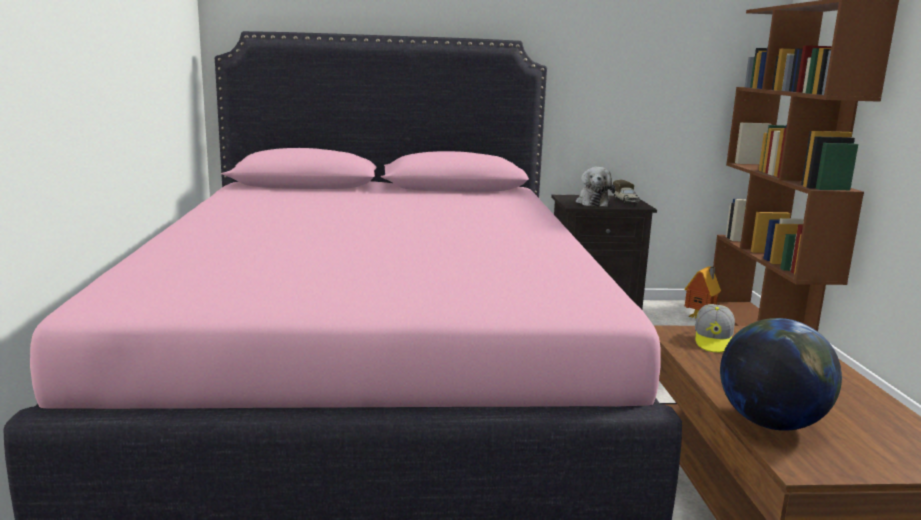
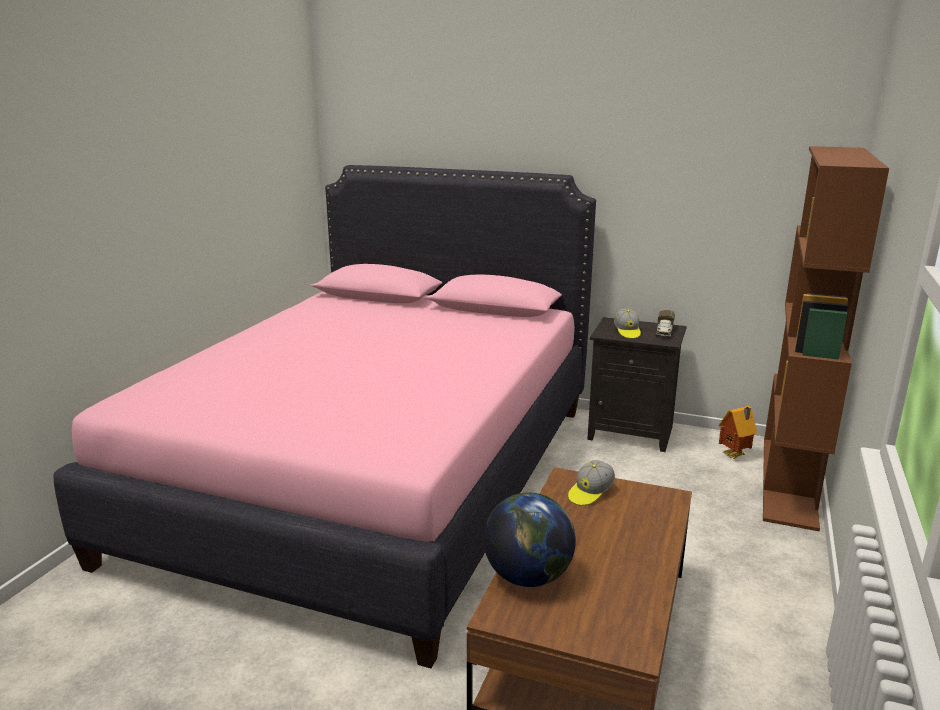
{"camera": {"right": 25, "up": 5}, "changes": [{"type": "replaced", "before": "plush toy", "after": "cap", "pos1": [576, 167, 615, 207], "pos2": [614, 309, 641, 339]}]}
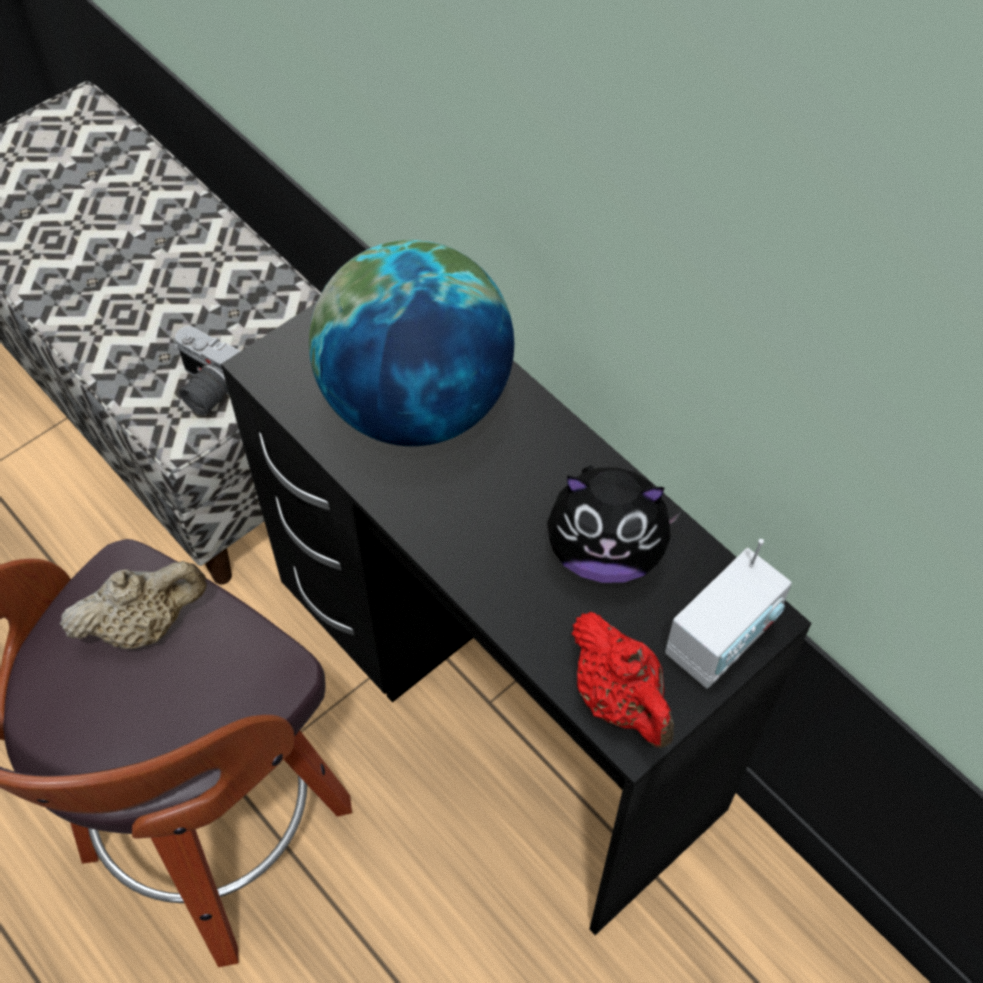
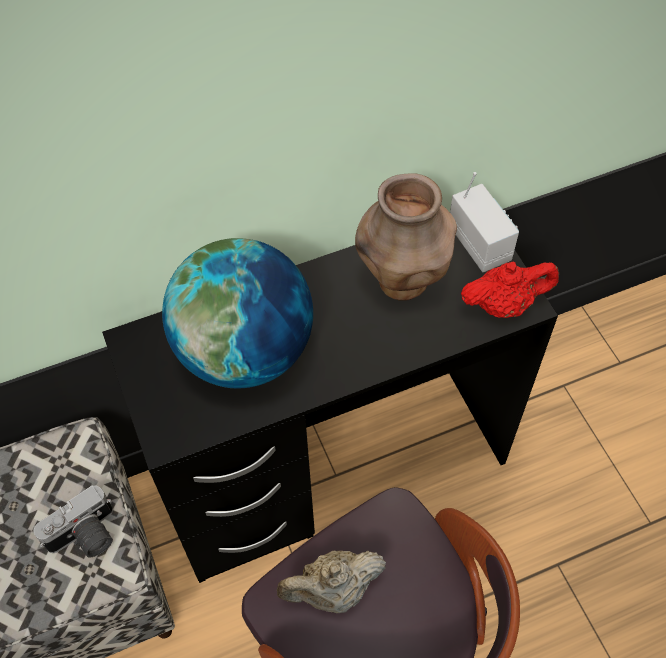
{"camera": {"right": -70, "up": 0}, "changes": [{"type": "turned", "before": "beige teapot", "pos1": [60, 561, 207, 649], "pos2": [277, 551, 386, 613], "turn": -105}, {"type": "replaced", "before": "plush toy", "after": "brown vase", "pos1": [547, 465, 682, 583], "pos2": [355, 173, 457, 301]}]}
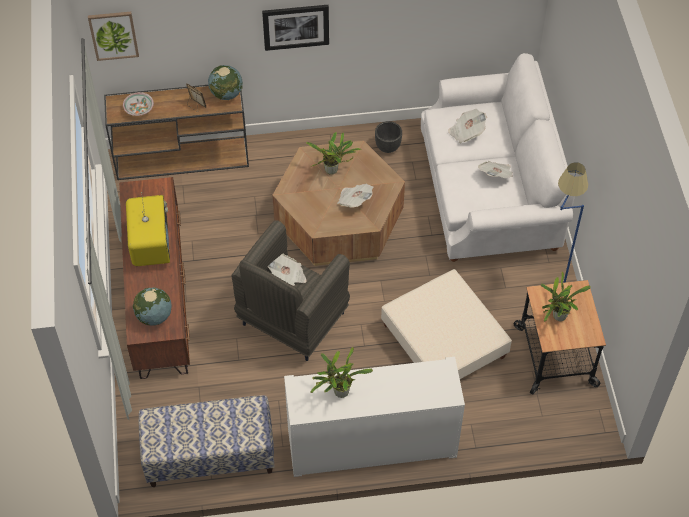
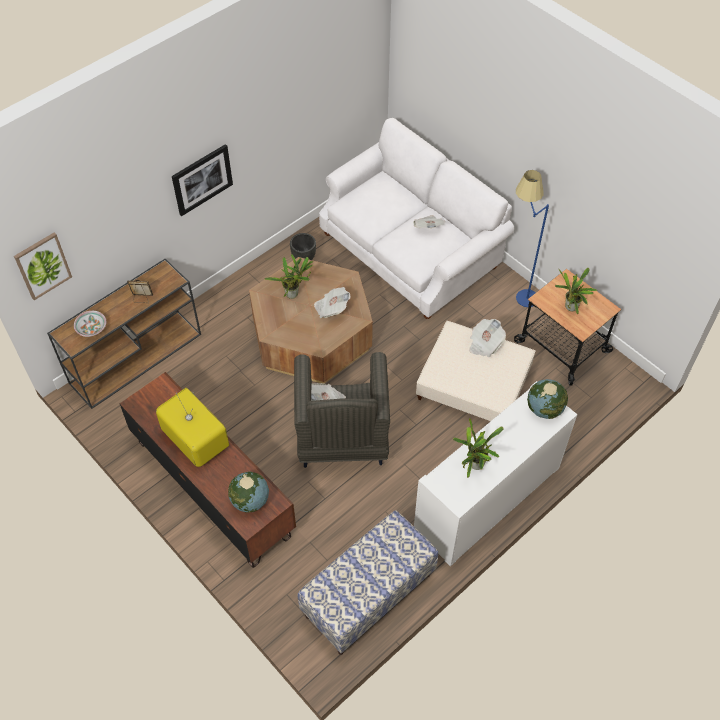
{"camera": {"right": -35, "up": 0}, "changes": [{"type": "moved", "before": "globe", "pos1": [208, 65, 243, 100], "pos2": [527, 379, 568, 419]}, {"type": "moved", "before": "newspaper", "pos1": [448, 109, 487, 143], "pos2": [469, 319, 506, 357]}]}
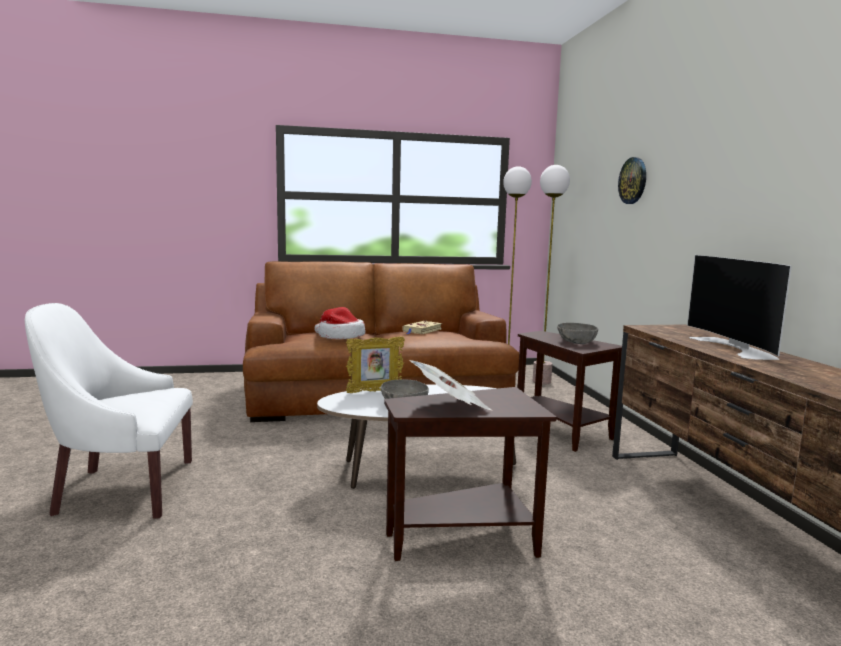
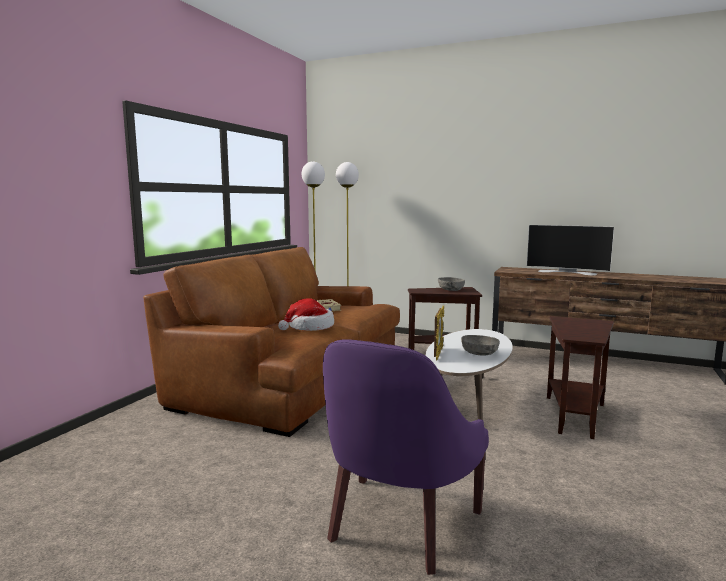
{"camera": {"right": -55, "up": 0}, "changes": [{"type": "recoloured", "before": "white armchair", "after": "purple armchair", "pos1": [25, 303, 193, 519], "pos2": [323, 339, 489, 575]}, {"type": "removed", "before": "newspaper", "pos1": [409, 360, 493, 411]}, {"type": "removed", "before": "wall clock", "pos1": [618, 157, 646, 204]}]}
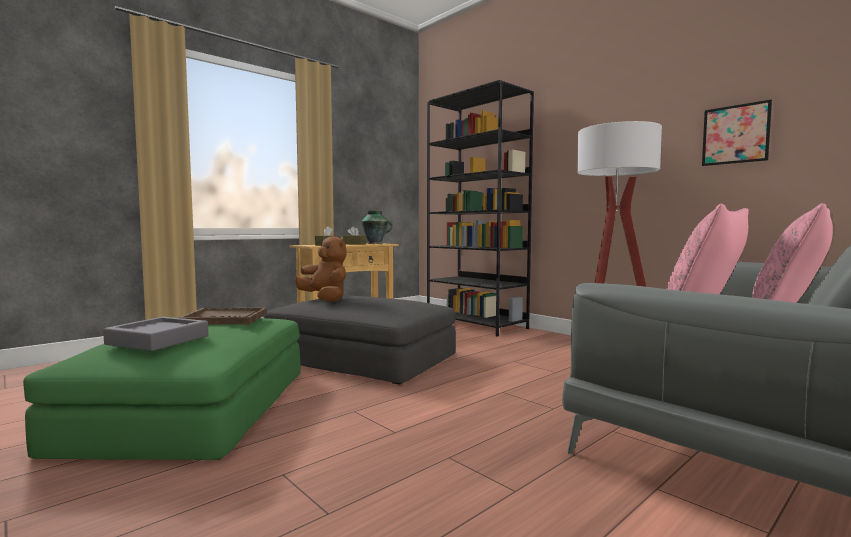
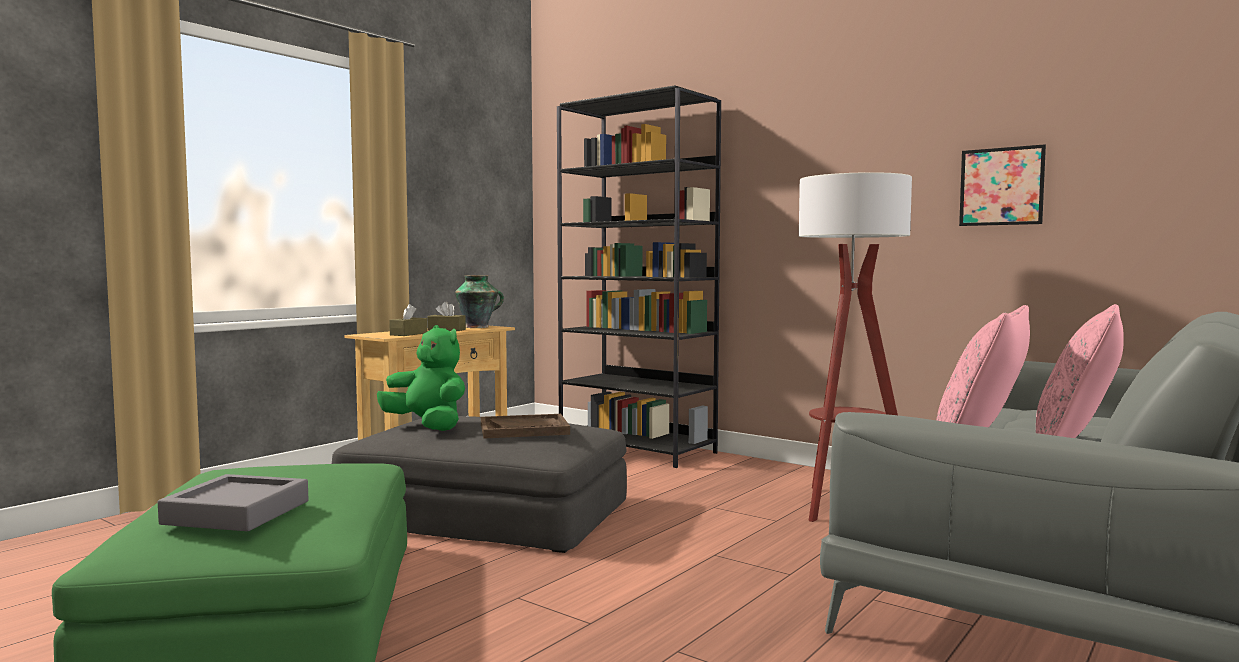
{"camera": {"right": -10, "up": 0}, "changes": [{"type": "moved", "before": "brown tray", "pos1": [178, 308, 267, 325], "pos2": [481, 414, 570, 439]}, {"type": "recoloured", "before": "brown plush toy", "after": "green plush toy", "pos1": [295, 235, 347, 302], "pos2": [377, 325, 465, 431]}]}
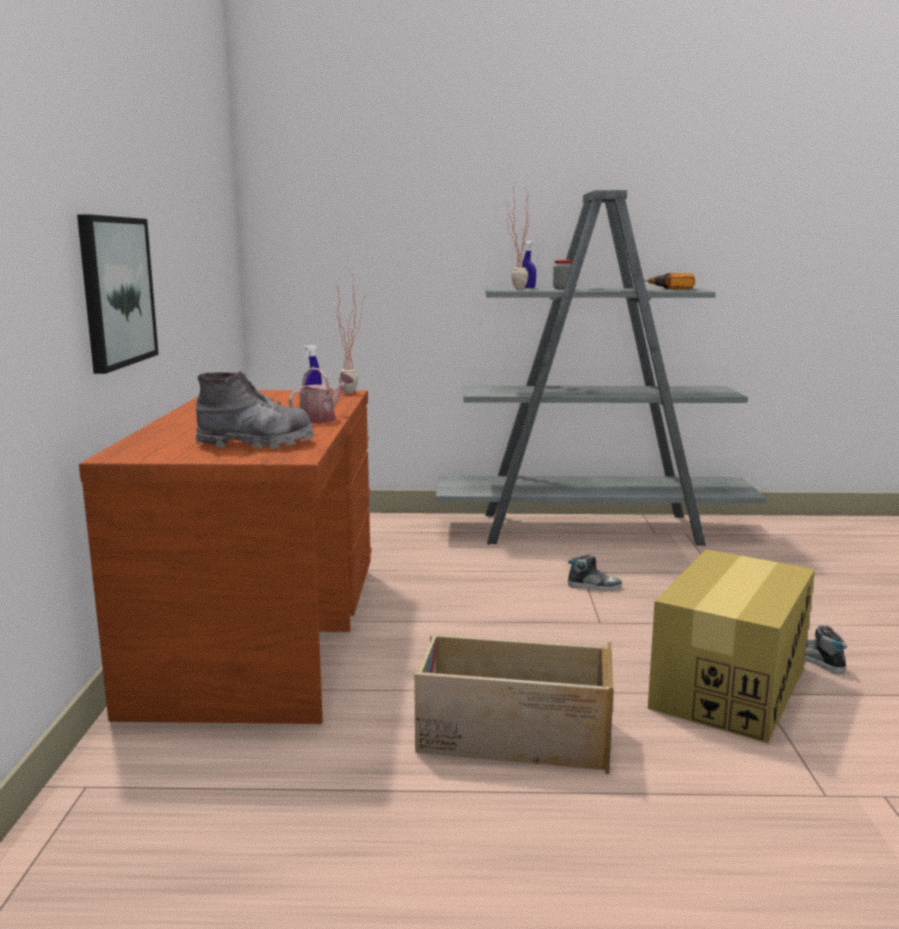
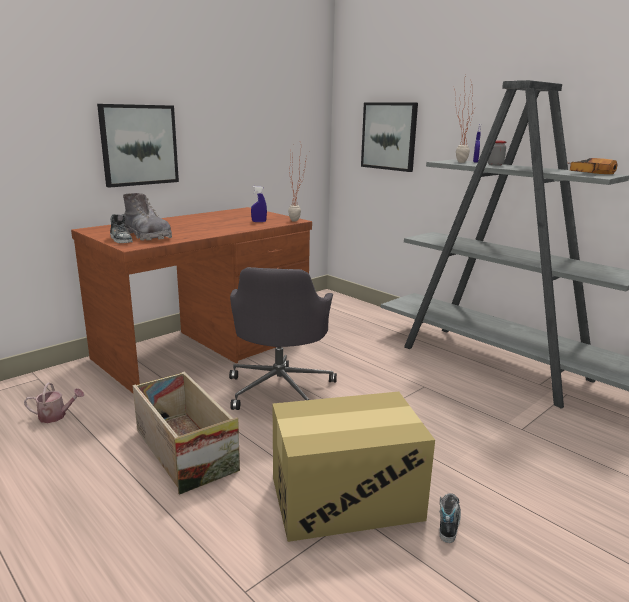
{"camera": {"right": 45, "up": 5}, "changes": [{"type": "moved", "before": "watering can", "pos1": [289, 367, 354, 423], "pos2": [24, 382, 84, 423]}, {"type": "moved", "before": "shoe", "pos1": [568, 555, 622, 591], "pos2": [110, 214, 133, 243]}, {"type": "added", "after": "grey office chair", "pos2": [229, 267, 337, 410]}, {"type": "added", "after": "picture", "pos2": [361, 102, 418, 172]}]}
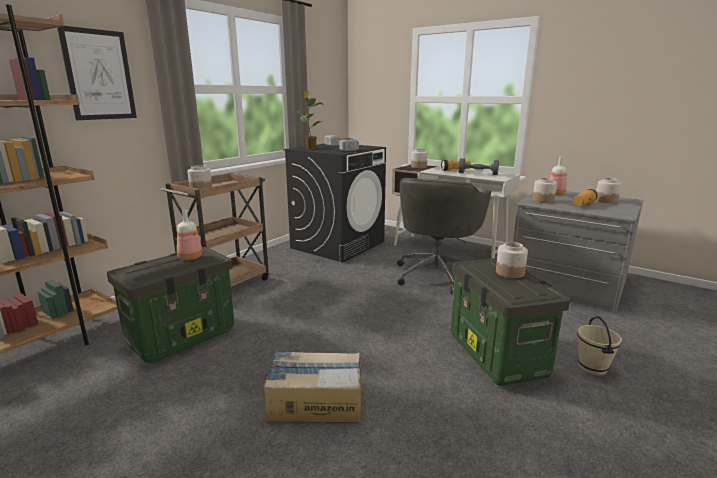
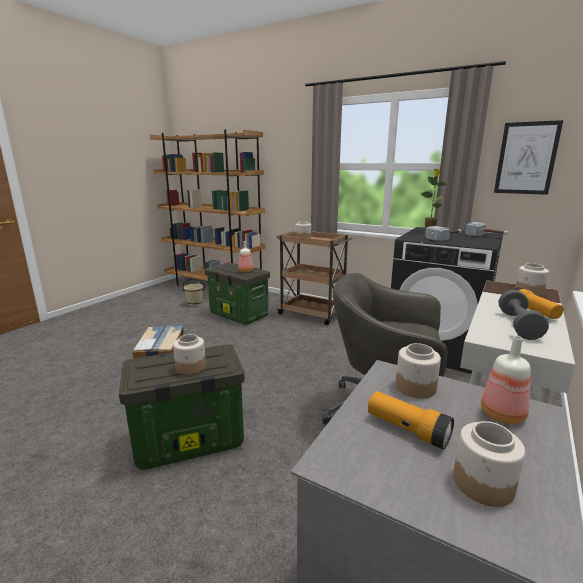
{"camera": {"right": 85, "up": 0}, "changes": [{"type": "moved", "before": "picture", "pos1": [57, 26, 137, 120], "pos2": [494, 120, 563, 195]}, {"type": "moved", "before": "beige bucket", "pos1": [578, 316, 622, 375], "pos2": [183, 279, 205, 306]}]}
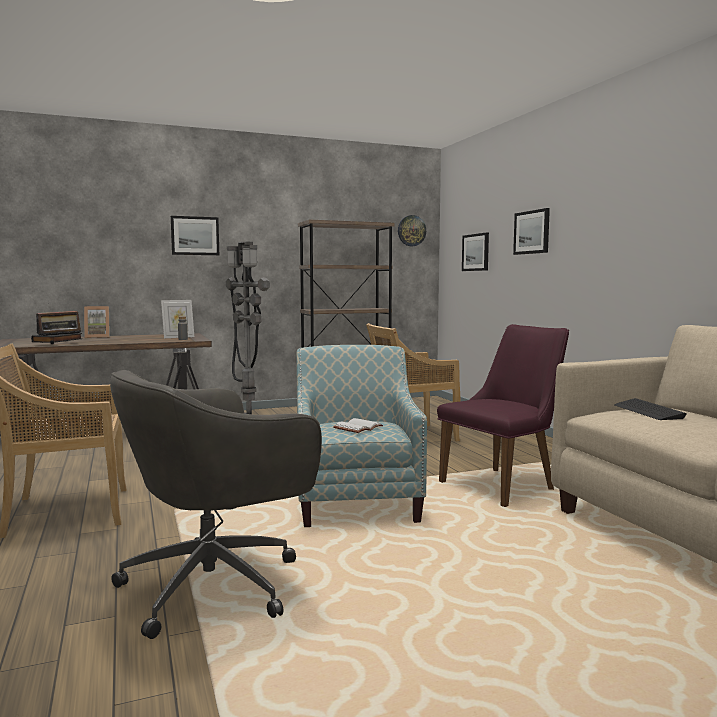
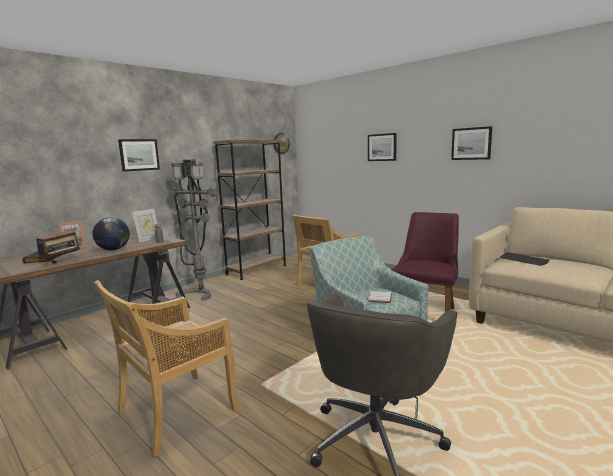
{"camera": {"right": -25, "up": 5}, "changes": [{"type": "moved", "before": "picture", "pos1": [462, 233, 489, 271], "pos2": [451, 126, 492, 160]}, {"type": "added", "after": "globe", "pos2": [92, 217, 130, 250]}]}
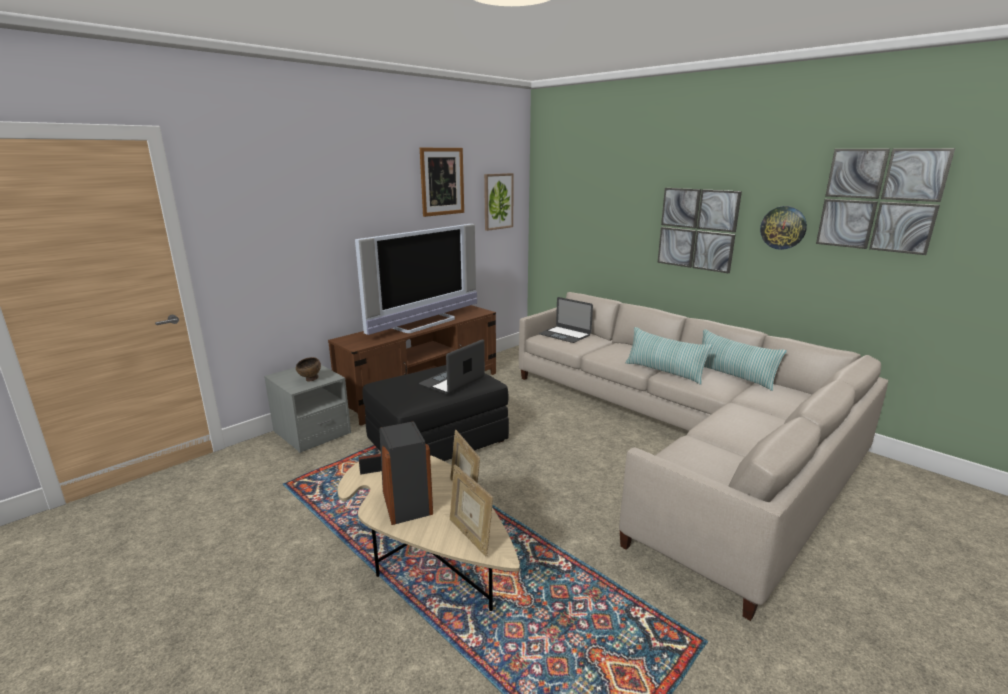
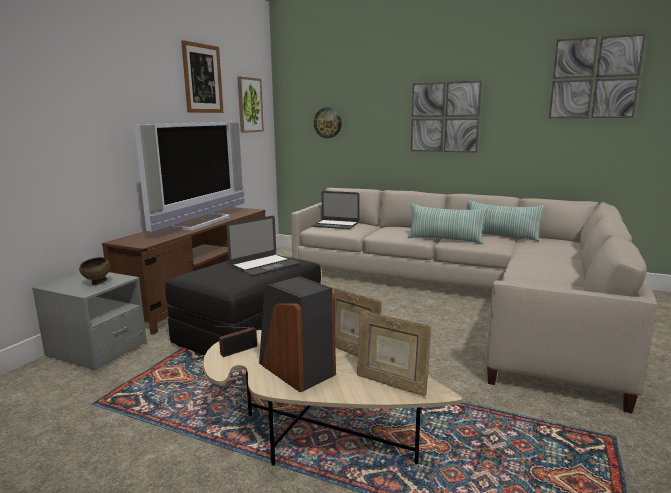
{"camera": {"right": -20, "up": -5}, "changes": [{"type": "turned", "before": "laptop", "pos1": [419, 339, 485, 394], "pos2": [226, 216, 300, 276], "turn": -150}, {"type": "moved", "before": "wall clock", "pos1": [760, 206, 807, 250], "pos2": [314, 108, 342, 138]}]}
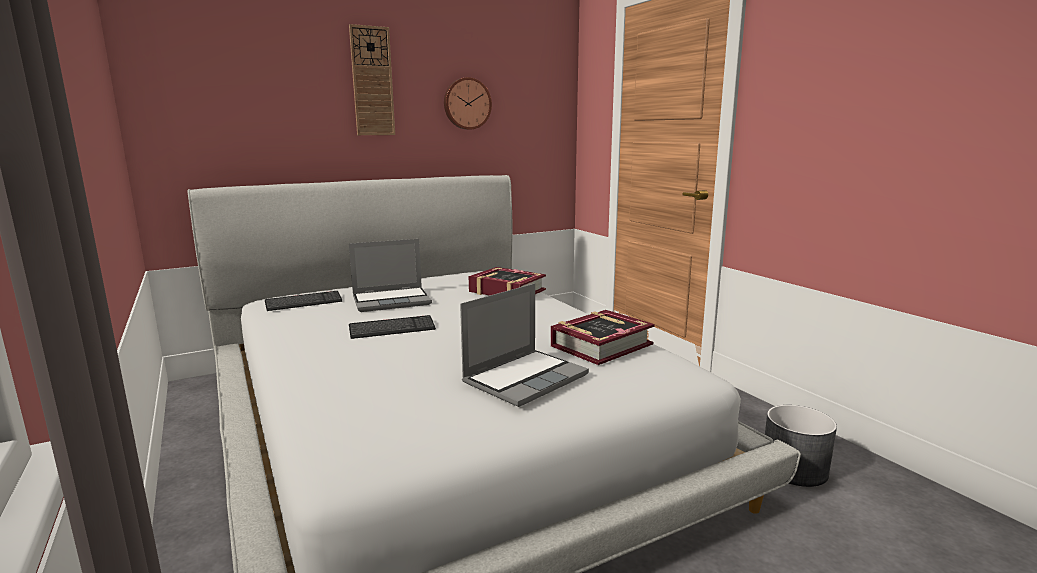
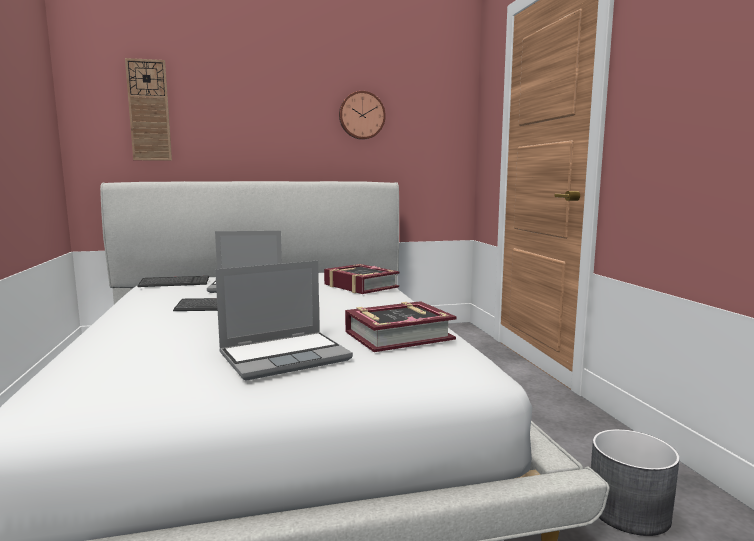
{"camera": {"right": 15, "up": -5}, "changes": [{"type": "moved", "before": "wall clock", "pos1": [349, 24, 395, 135], "pos2": [125, 58, 172, 161]}]}
